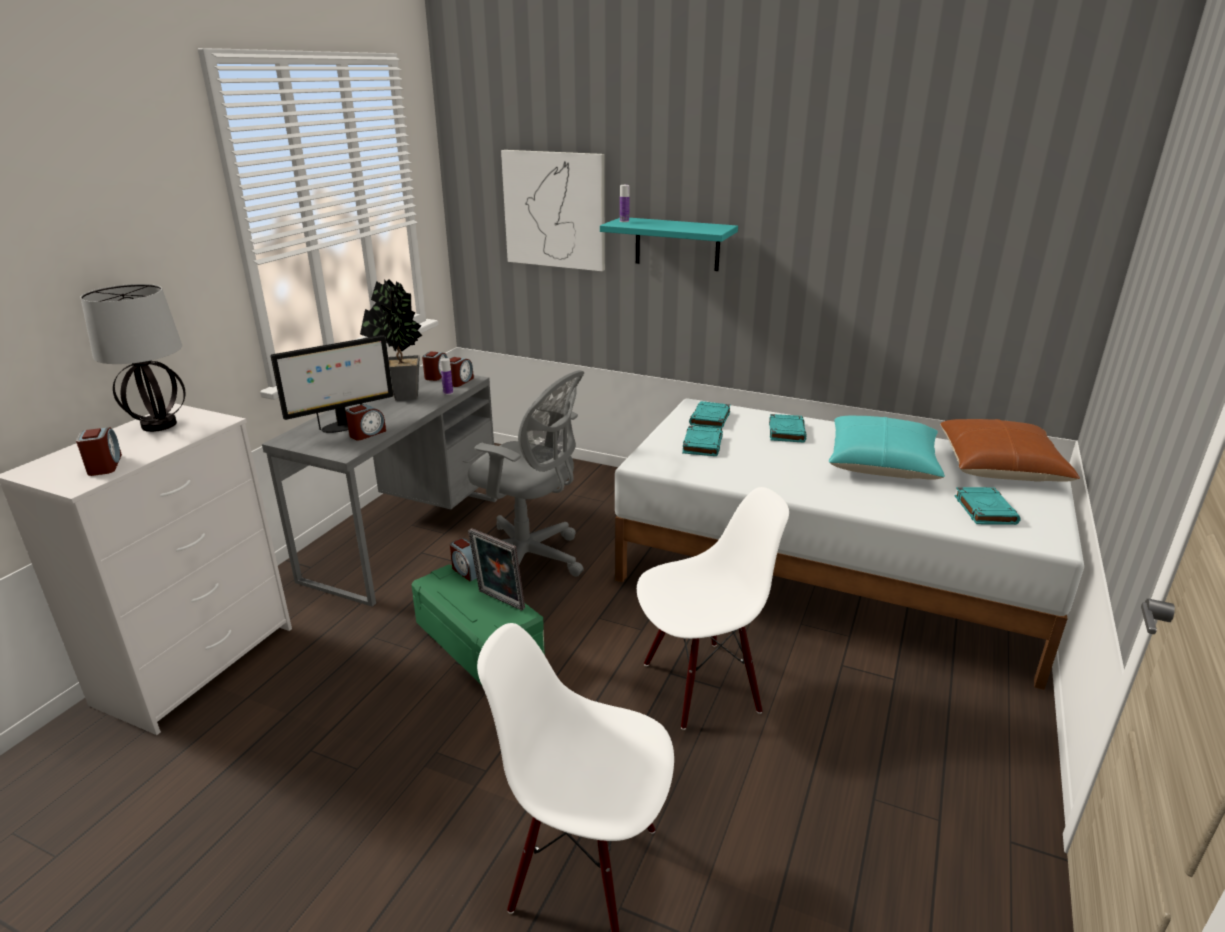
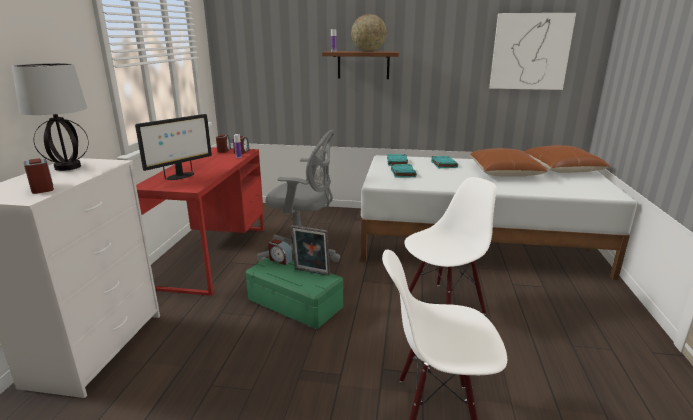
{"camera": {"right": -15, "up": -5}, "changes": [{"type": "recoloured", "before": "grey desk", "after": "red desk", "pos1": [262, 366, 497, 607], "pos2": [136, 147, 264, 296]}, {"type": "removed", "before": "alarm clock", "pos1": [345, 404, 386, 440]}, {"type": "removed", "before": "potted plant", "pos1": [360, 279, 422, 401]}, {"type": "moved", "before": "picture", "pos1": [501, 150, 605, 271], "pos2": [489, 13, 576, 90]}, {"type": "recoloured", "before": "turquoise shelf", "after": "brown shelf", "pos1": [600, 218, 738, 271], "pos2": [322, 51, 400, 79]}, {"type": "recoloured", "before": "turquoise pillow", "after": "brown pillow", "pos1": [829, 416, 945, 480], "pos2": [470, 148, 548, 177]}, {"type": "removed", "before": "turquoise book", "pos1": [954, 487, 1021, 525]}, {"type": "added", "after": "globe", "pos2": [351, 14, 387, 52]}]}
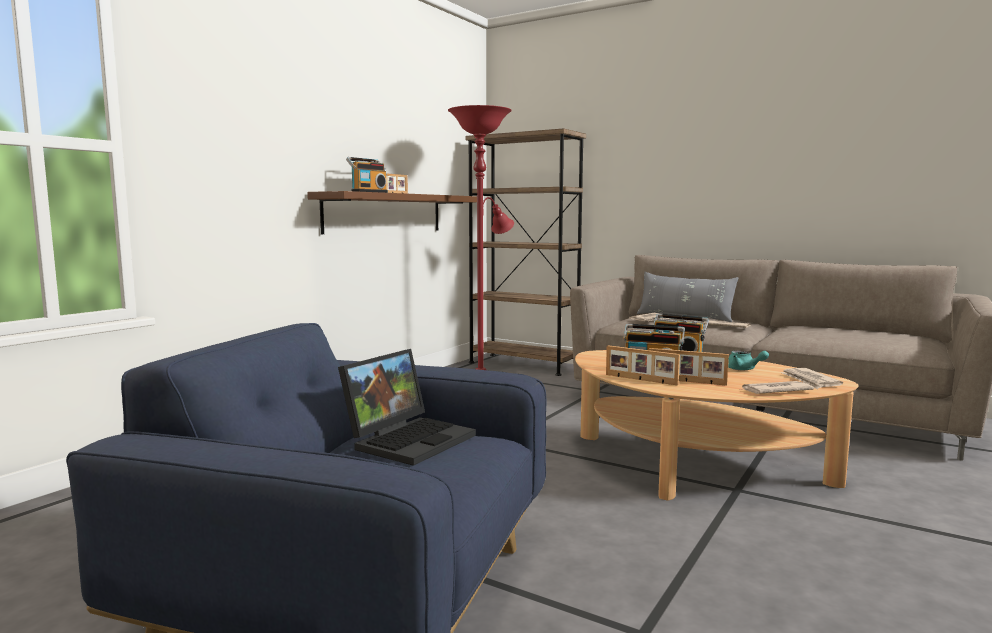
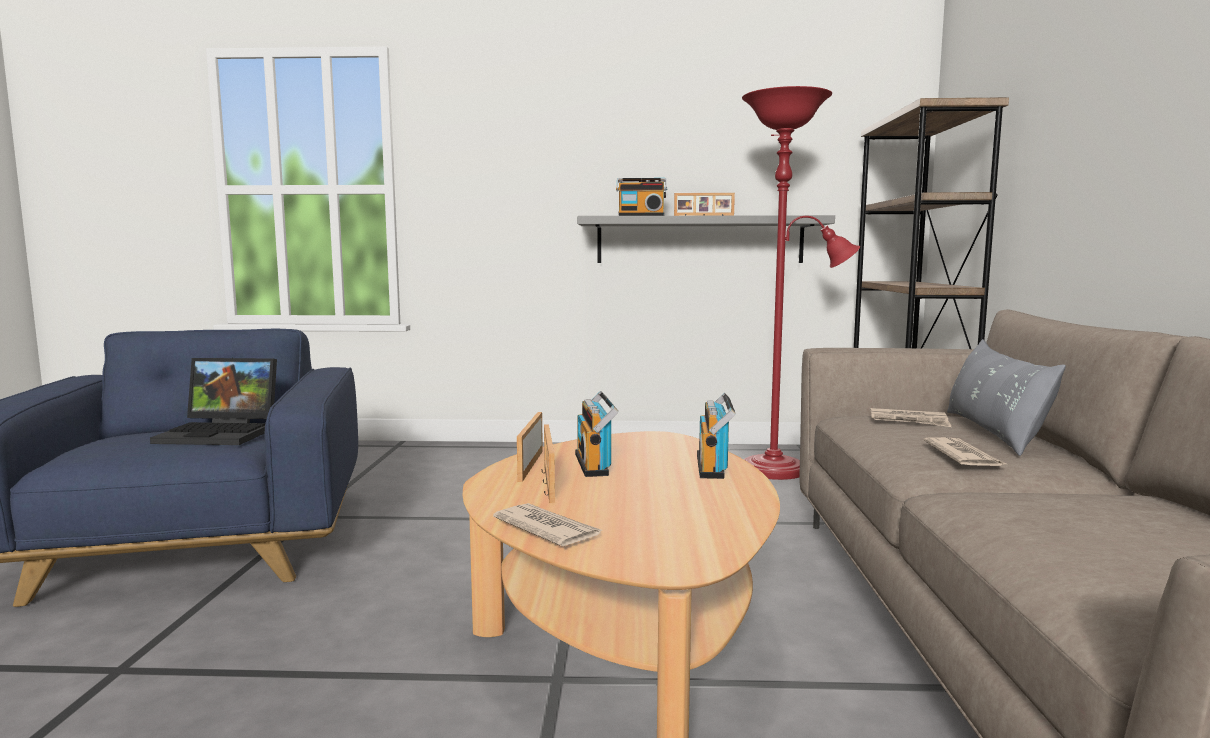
{"camera": {"right": 60, "up": 0}, "changes": [{"type": "recoloured", "before": "brown shelf", "after": "grey shelf", "pos1": [307, 191, 477, 234], "pos2": [577, 215, 835, 263]}, {"type": "removed", "before": "turquoise teapot", "pos1": [728, 351, 769, 370]}, {"type": "removed", "before": "newspaper", "pos1": [781, 368, 843, 389]}]}
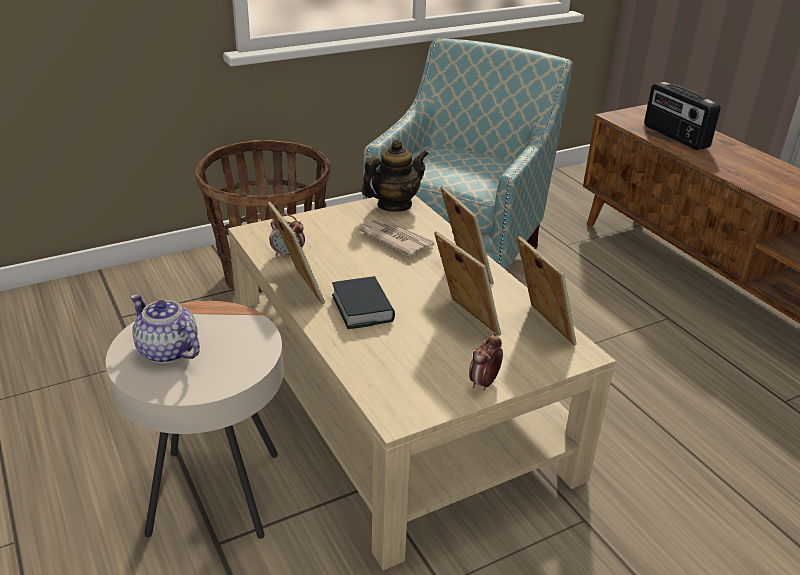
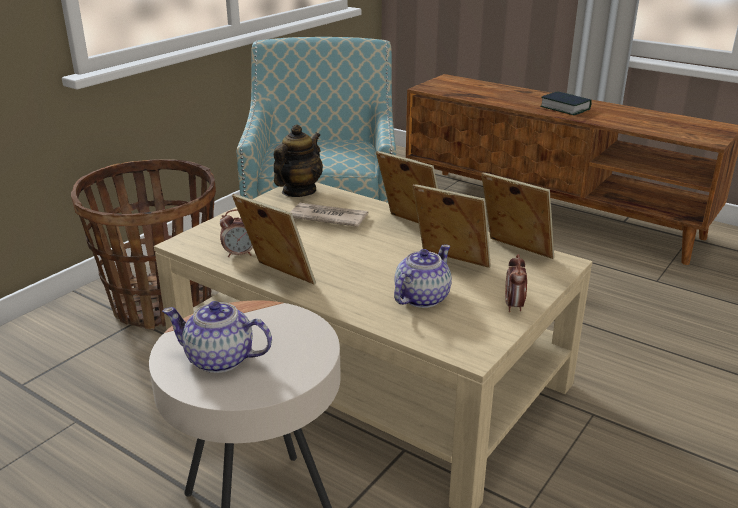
{"camera": {"right": -25, "up": -5}, "changes": [{"type": "moved", "before": "book", "pos1": [332, 276, 395, 329], "pos2": [540, 91, 592, 115]}, {"type": "removed", "before": "radio", "pos1": [644, 82, 721, 150]}, {"type": "added", "after": "teapot", "pos2": [394, 244, 452, 308]}]}
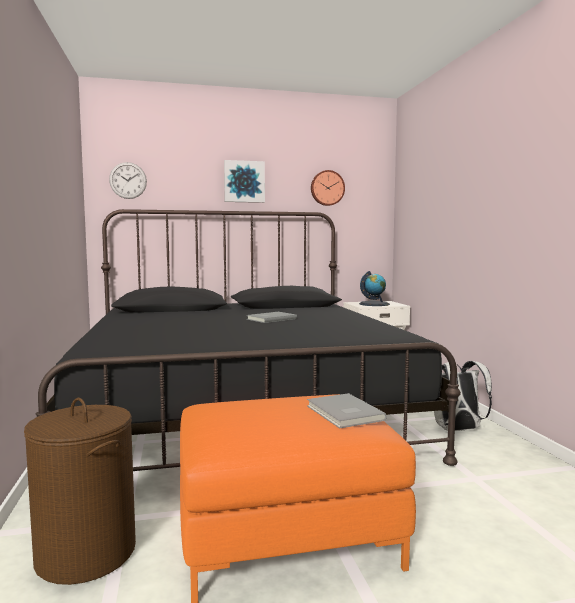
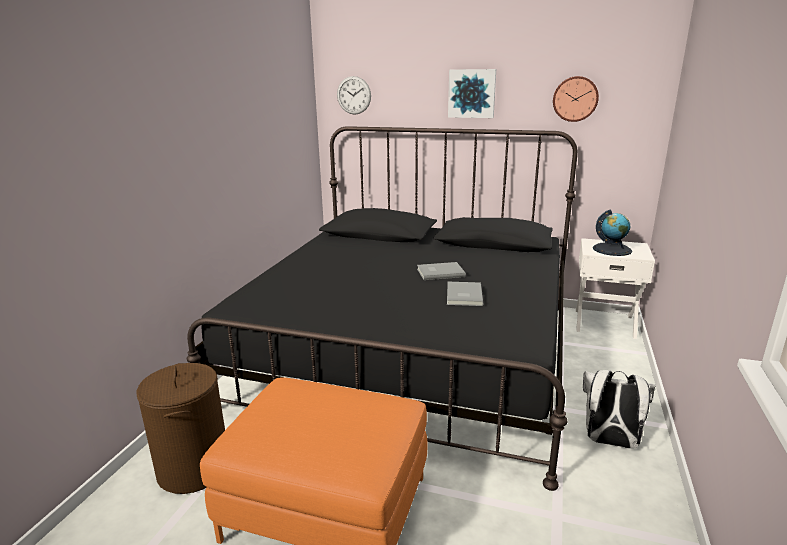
{"camera": {"right": 30, "up": 15}, "changes": [{"type": "moved", "before": "grey book", "pos1": [307, 393, 386, 429], "pos2": [447, 282, 483, 306]}]}
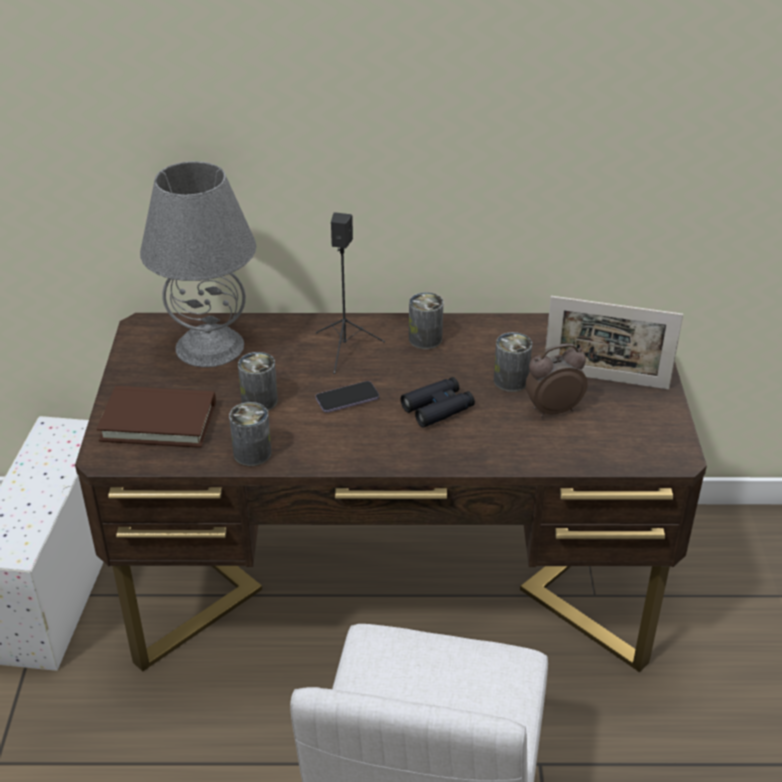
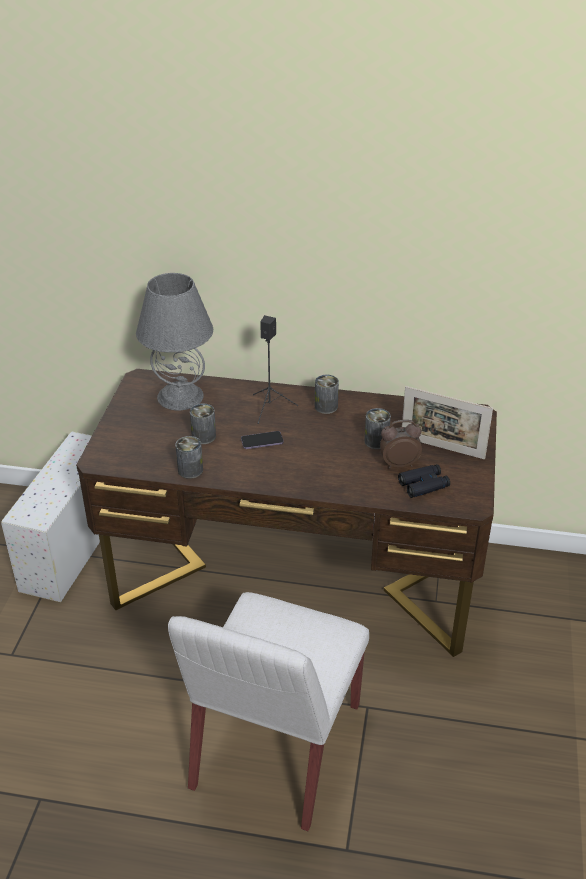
{"camera": {"right": 10, "up": 0}, "changes": [{"type": "removed", "before": "brown book", "pos1": [97, 386, 216, 448]}, {"type": "moved", "before": "black binoculars", "pos1": [401, 377, 475, 428], "pos2": [398, 464, 450, 498]}]}
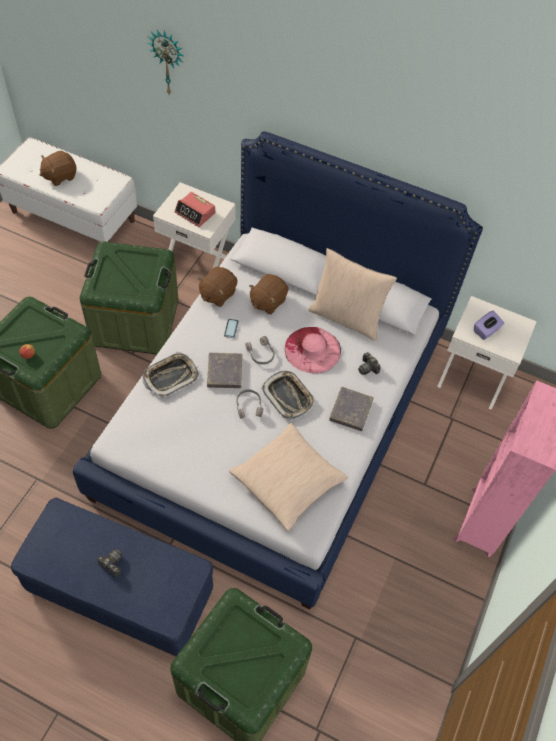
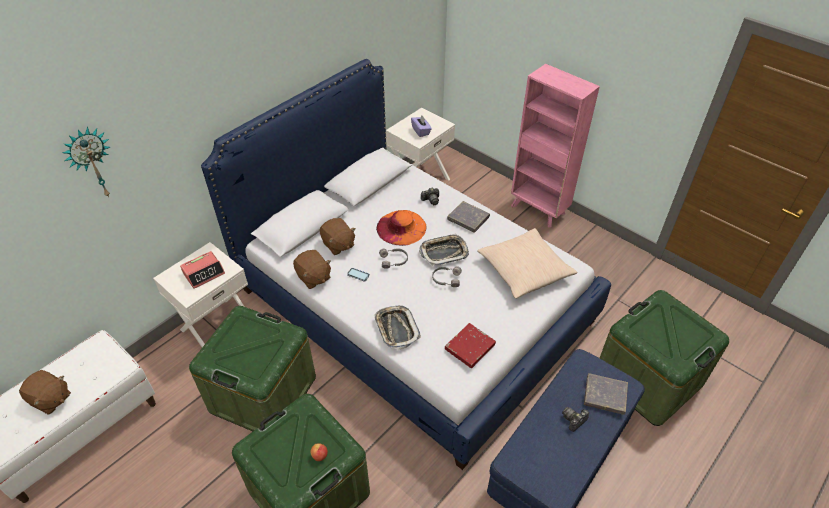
{"camera": {"right": -70, "up": -10}, "changes": [{"type": "turned", "before": "brown plush toy", "pos1": [40, 151, 77, 186], "pos2": [19, 370, 71, 415], "turn": -45}, {"type": "moved", "before": "grey book", "pos1": [207, 353, 242, 388], "pos2": [584, 373, 628, 415]}, {"type": "recoloured", "before": "pink hat", "after": "orange hat", "pos1": [285, 327, 341, 373], "pos2": [376, 210, 427, 246]}, {"type": "removed", "before": "beige pillow", "pos1": [309, 248, 397, 341]}, {"type": "added", "after": "red book", "pos2": [445, 323, 496, 368]}]}
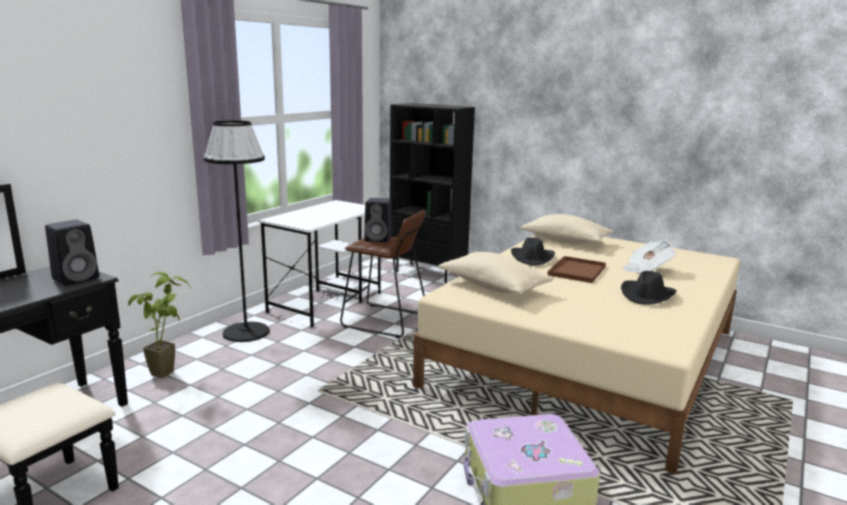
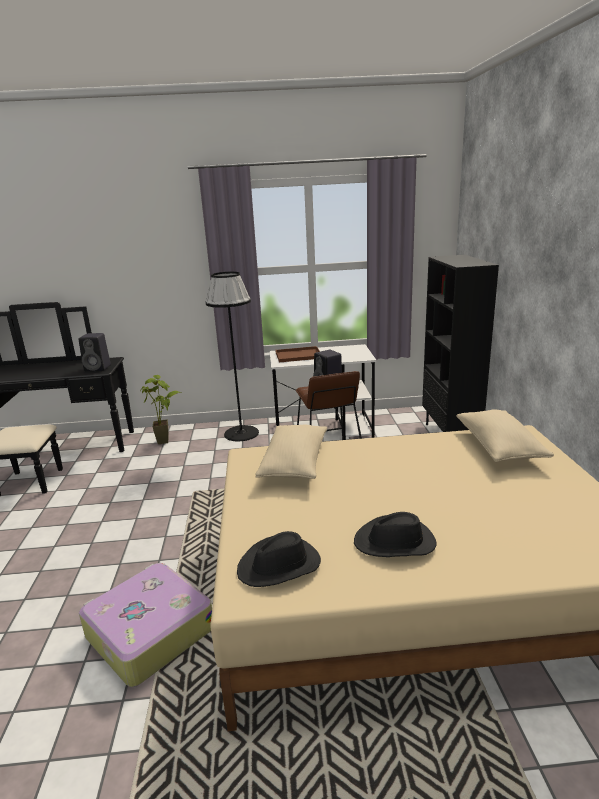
{"camera": {"right": 55, "up": 5}, "changes": [{"type": "moved", "before": "black hat", "pos1": [511, 238, 555, 266], "pos2": [237, 531, 321, 587]}, {"type": "moved", "before": "brown tray", "pos1": [547, 256, 606, 283], "pos2": [276, 346, 320, 362]}, {"type": "removed", "before": "newspaper", "pos1": [622, 241, 676, 273]}]}
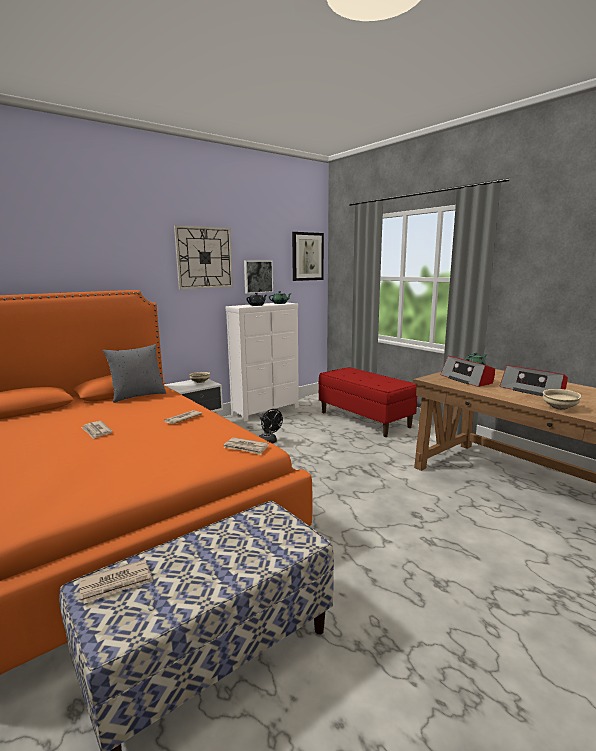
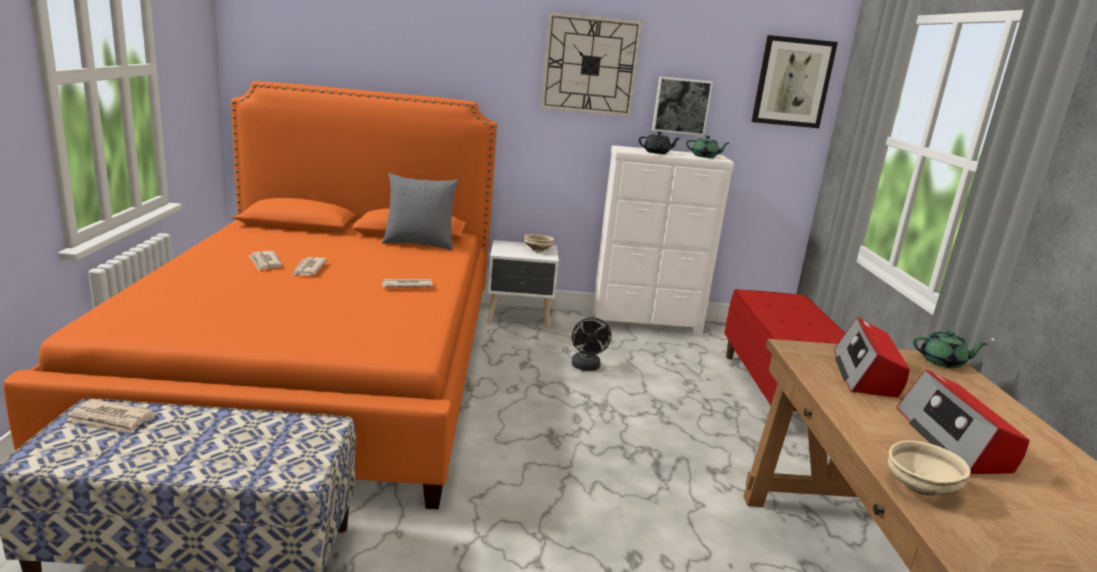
{"camera": {"right": 35, "up": 5}, "changes": [{"type": "moved", "before": "newspaper", "pos1": [224, 437, 269, 455], "pos2": [248, 251, 283, 271]}]}
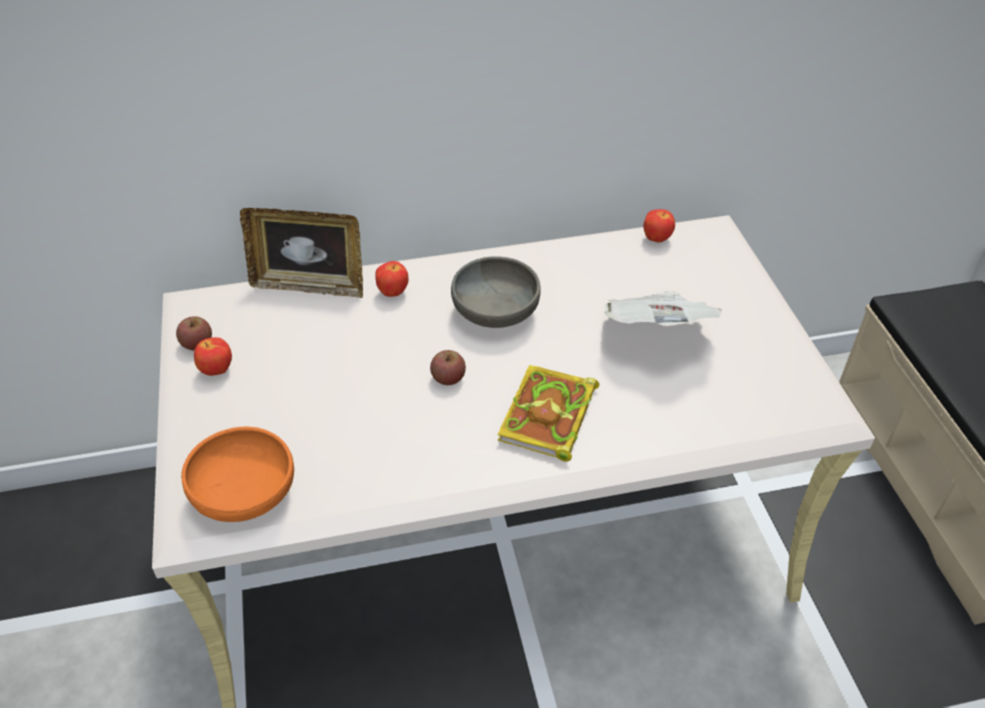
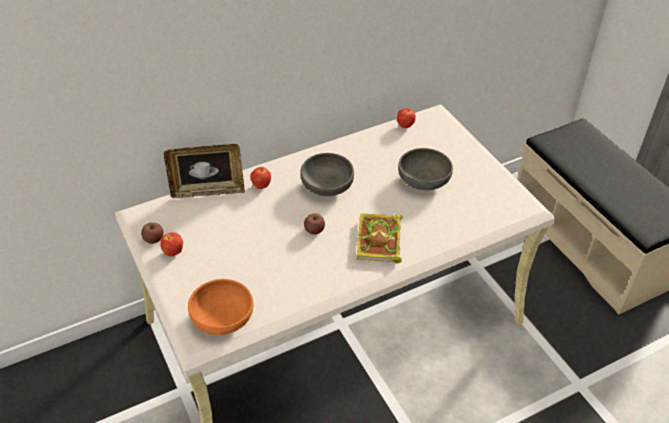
{"camera": {"right": -15, "up": 0}, "changes": [{"type": "replaced", "before": "newspaper", "after": "grey bowl", "pos1": [604, 291, 722, 326], "pos2": [398, 148, 453, 190]}]}
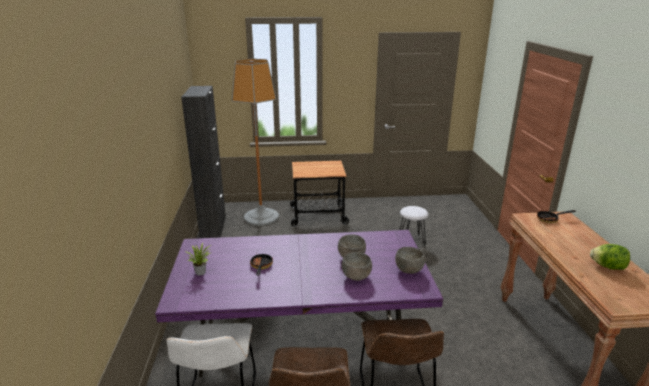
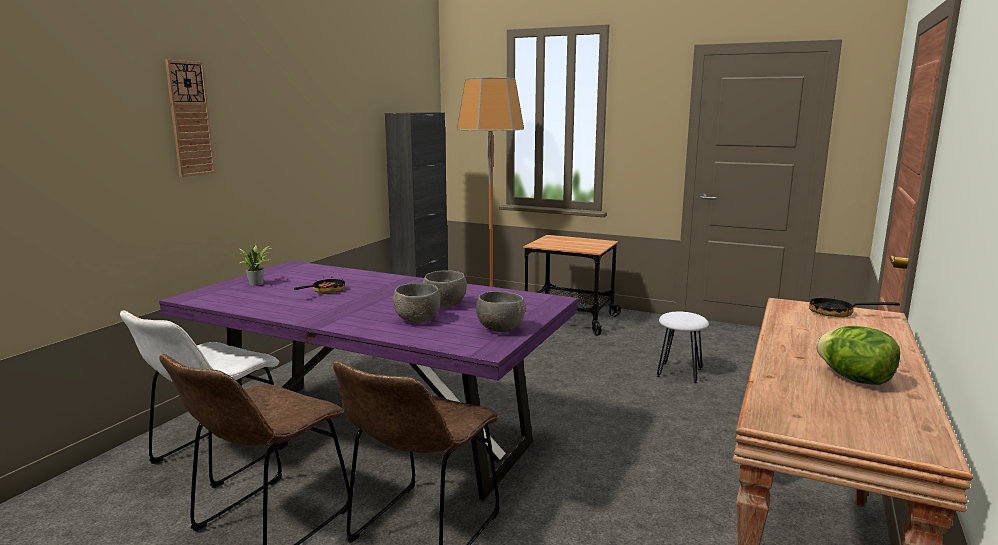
{"camera": {"right": 30, "up": -10}, "changes": [{"type": "added", "after": "wall clock", "pos2": [165, 60, 216, 177]}]}
